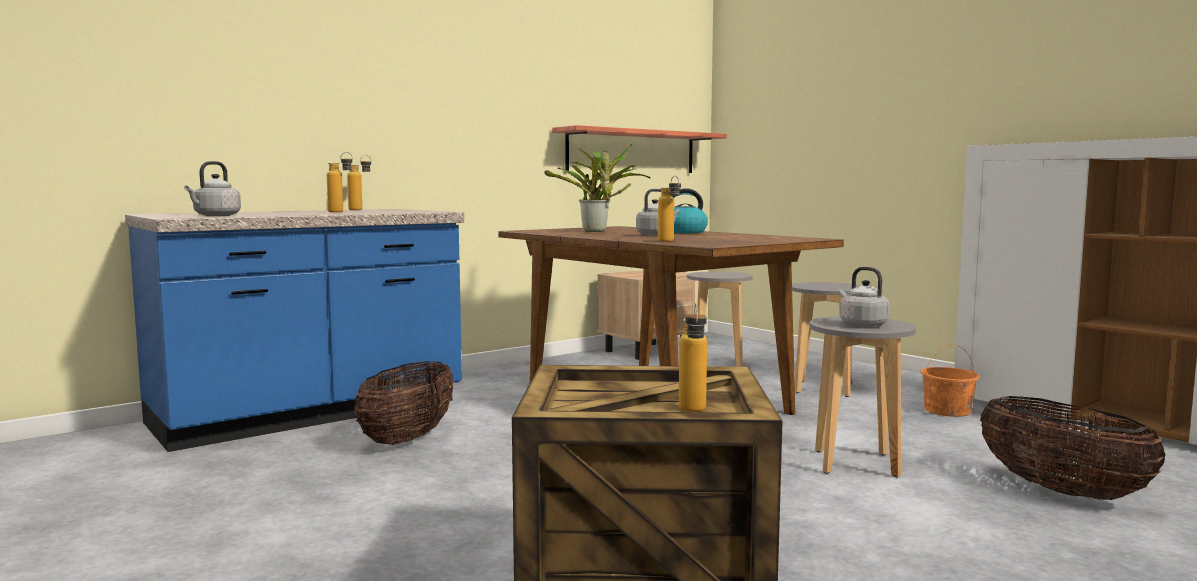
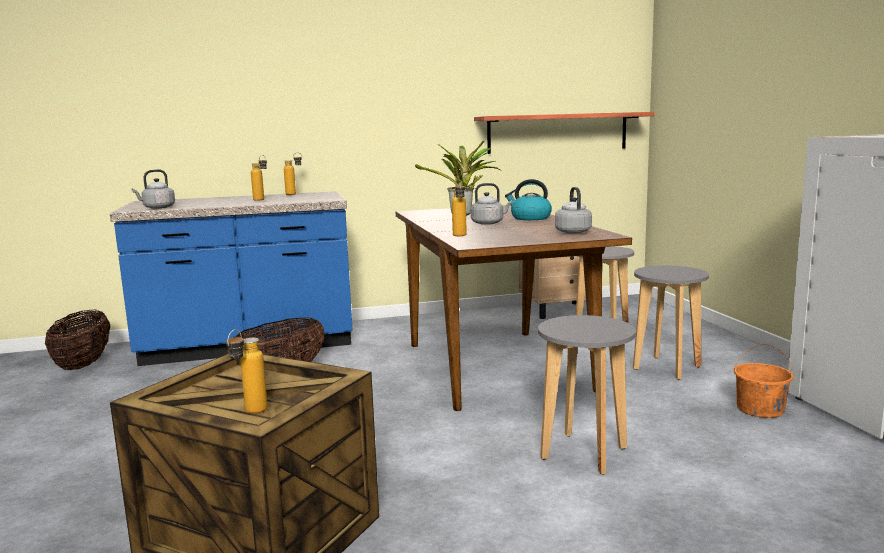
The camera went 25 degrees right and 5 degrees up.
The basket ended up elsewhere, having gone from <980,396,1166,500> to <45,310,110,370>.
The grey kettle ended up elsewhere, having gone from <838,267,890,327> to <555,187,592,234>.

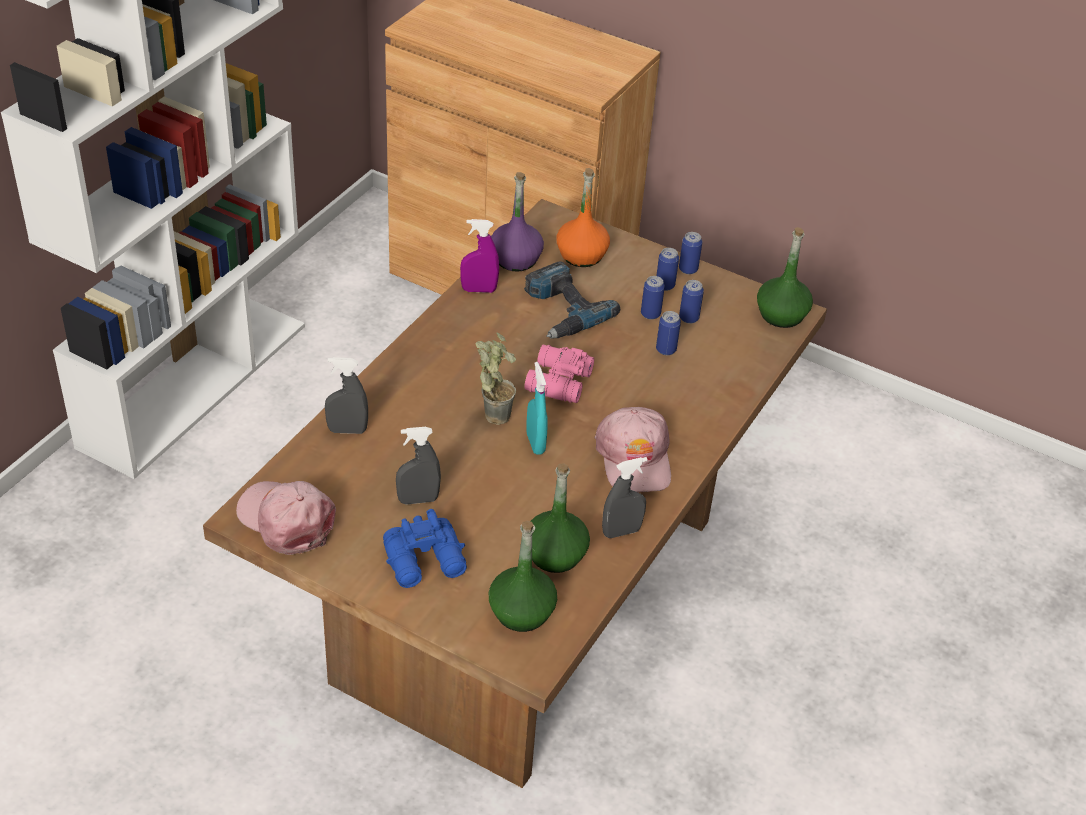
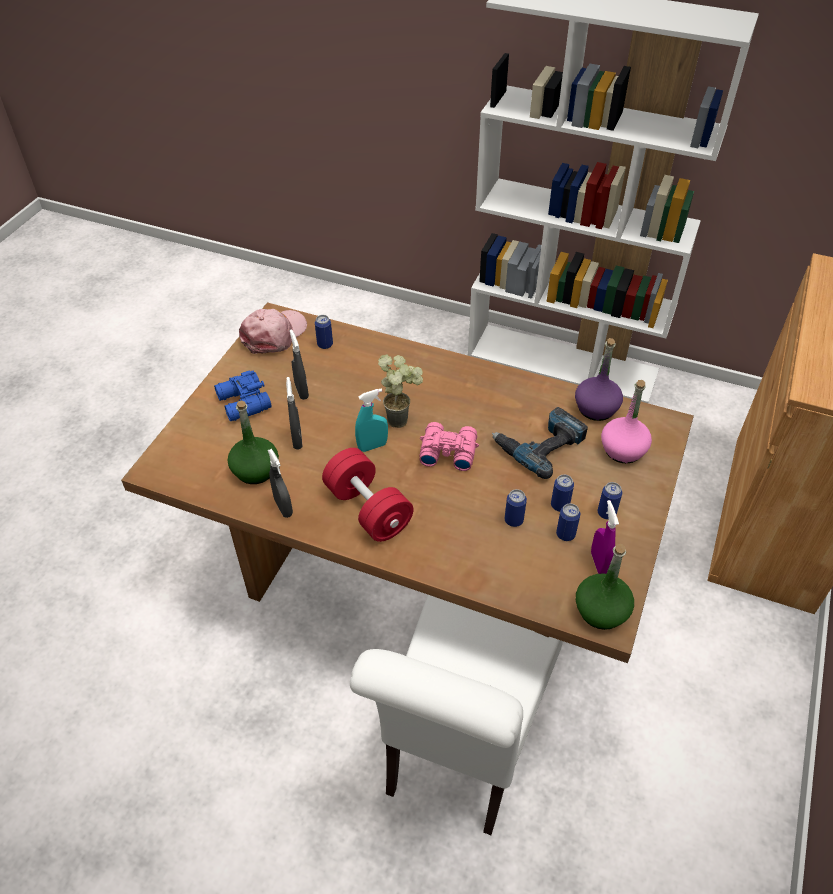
The camera went 85 degrees right and 5 degrees up.
The grey spray bottle ended up elsewhere, having gone from <325,357,368,434> to <286,377,303,450>.
The can ended up elsewhere, having gone from <679,232,702,274> to <315,315,333,349>.
Where the pink cap stood at <594,407,671,492>, the red dumbbell came to stand at <322,448,413,542>.
The second view gained the white chair at <350,595,563,835>.
The purple spray bottle ended up elsewhere, having gone from <460,219,499,293> to <591,500,619,574>.
What was the orange bottle at <556,168,610,267> turned into the pink bottle at <601,380,652,463>.
The second view lost the green bottle at <489,521,557,632>.

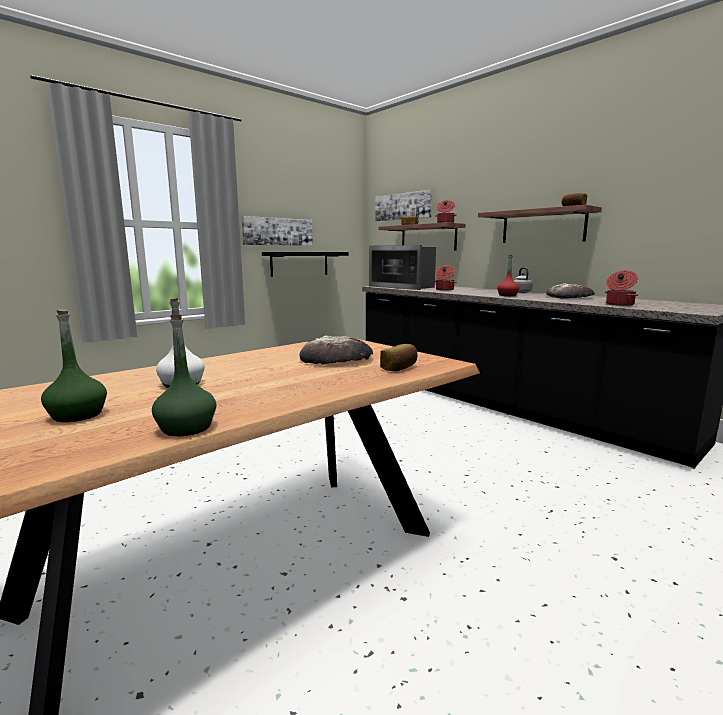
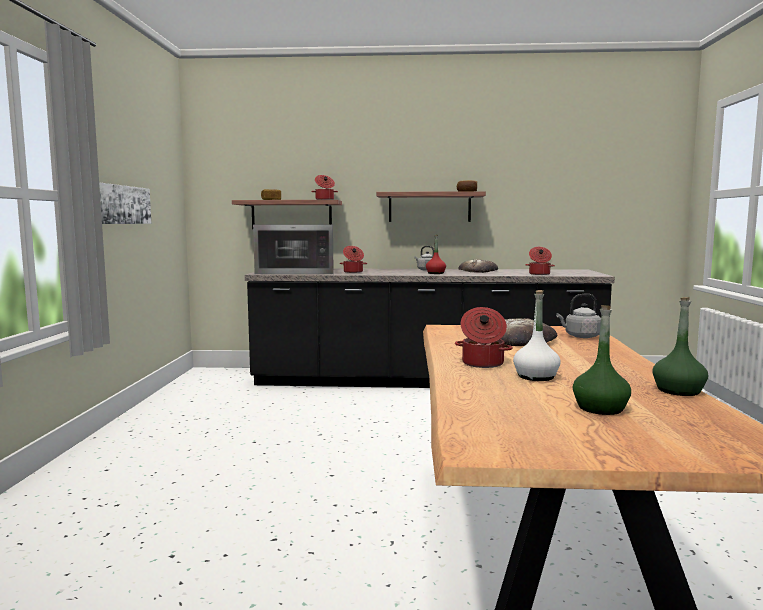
The camera went 45 degrees left and 5 degrees down.
The second view gained the cooking pot at <455,307,513,368>.
Where the bread stood at <380,344,418,371>, the grey kettle came to stand at <556,294,601,338>.
The second view lost the black shelf at <262,252,348,277>.
The second view lost the picture at <375,190,432,221>.

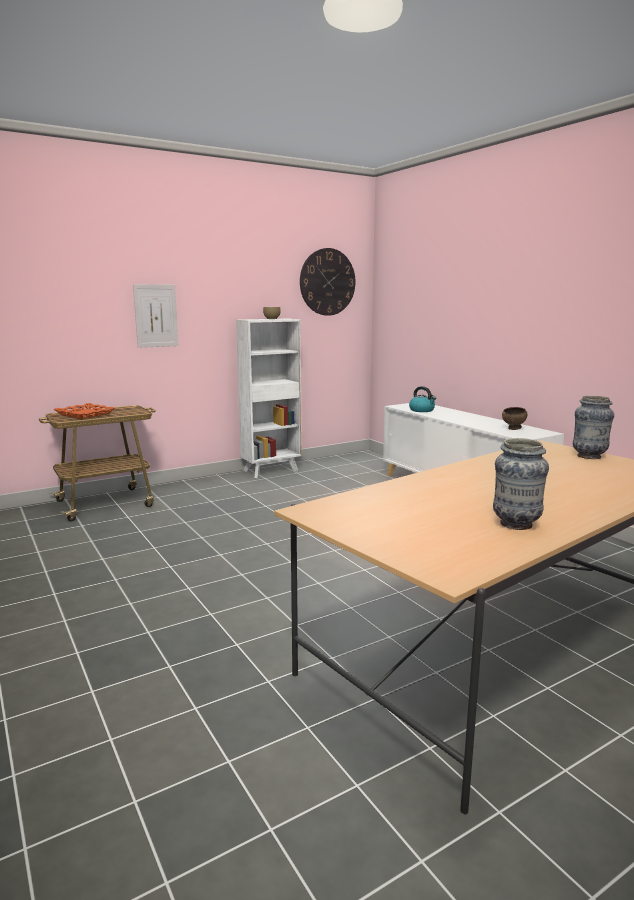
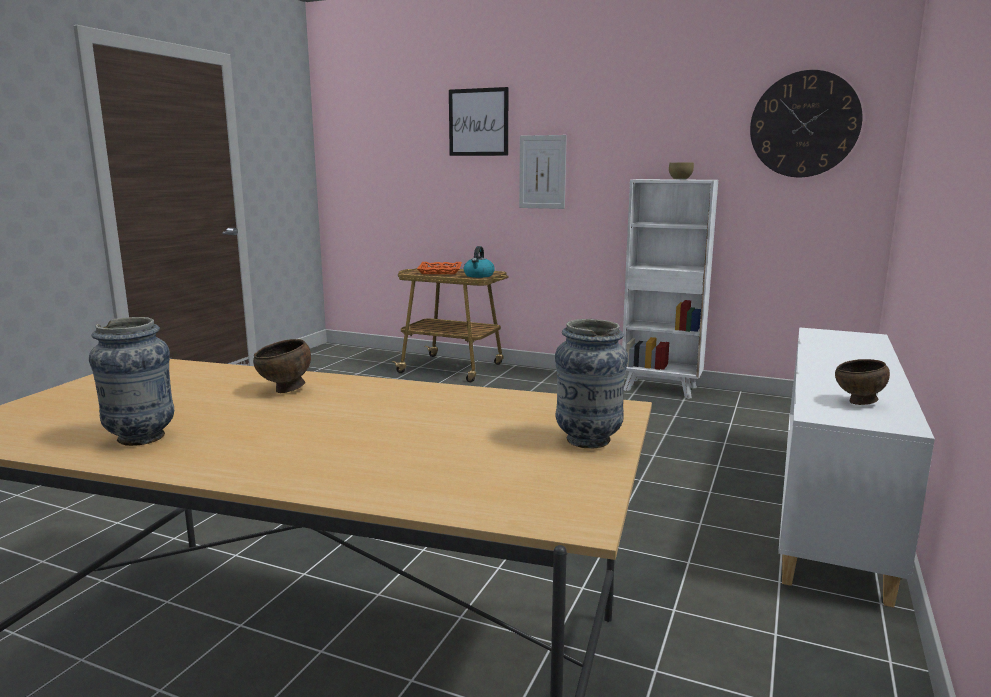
The camera went 55 degrees right and 0 degrees up.
The second view gained the brown bowl at <253,339,311,393>.
The second view gained the picture at <449,87,509,156>.
The kettle ended up elsewhere, having gone from <409,386,436,412> to <464,246,495,278>.

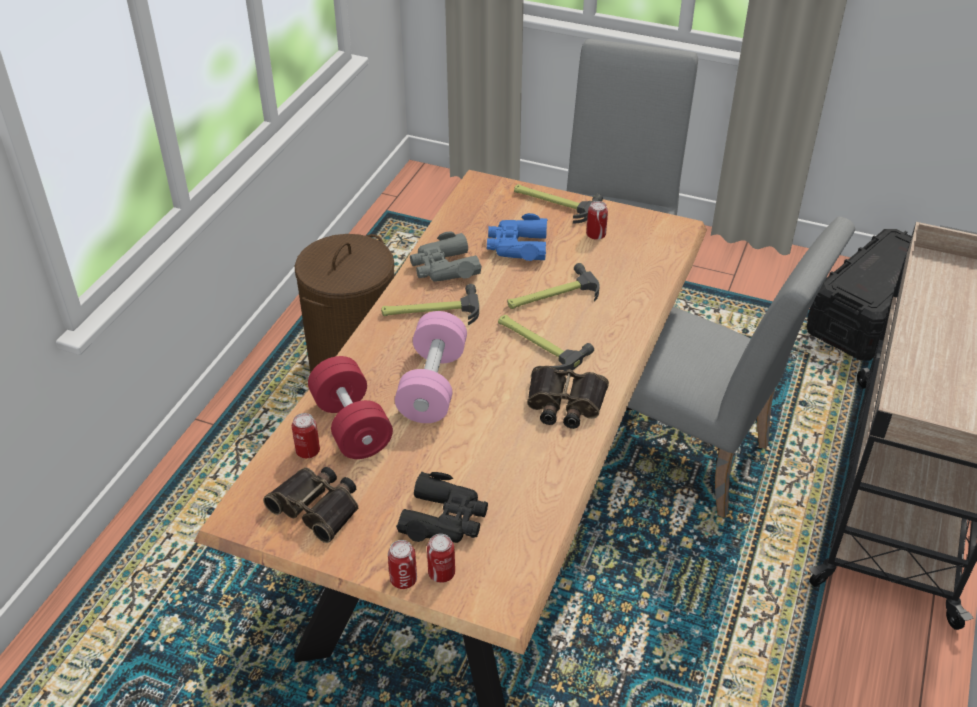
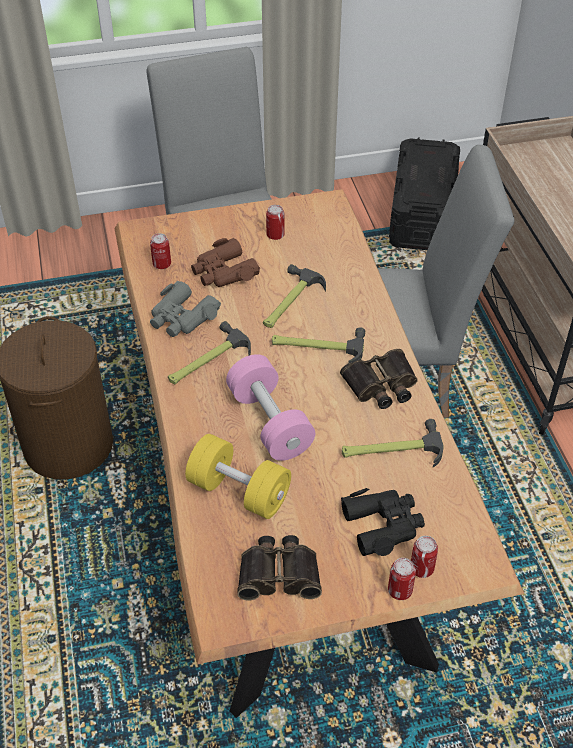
The camera went 35 degrees left and 5 degrees up.
The can ended up elsewhere, having gone from <292,413,320,458> to <150,233,171,269>.
What was the red dumbbell at <308,356,393,459> turned into the yellow dumbbell at <185,434,291,519>.
What was the blue binoculars at <487,213,548,261> turned into the brown binoculars at <191,238,260,287>.
The hammer ended up elsewhere, having gone from <514,184,603,223> to <342,419,443,467>.

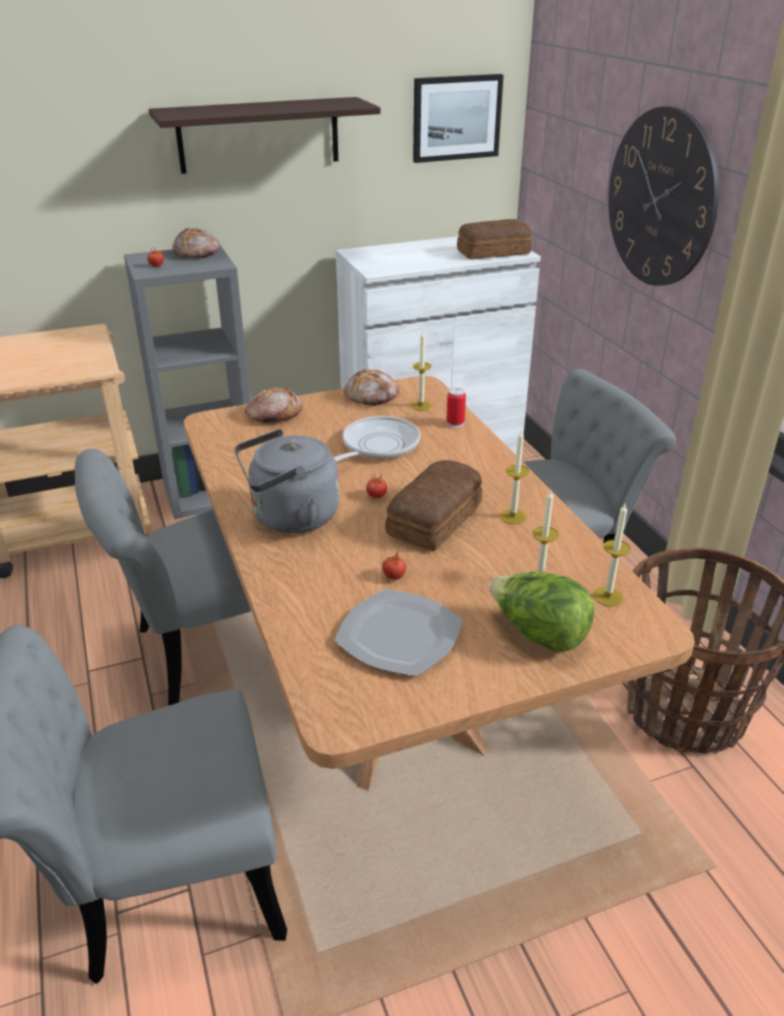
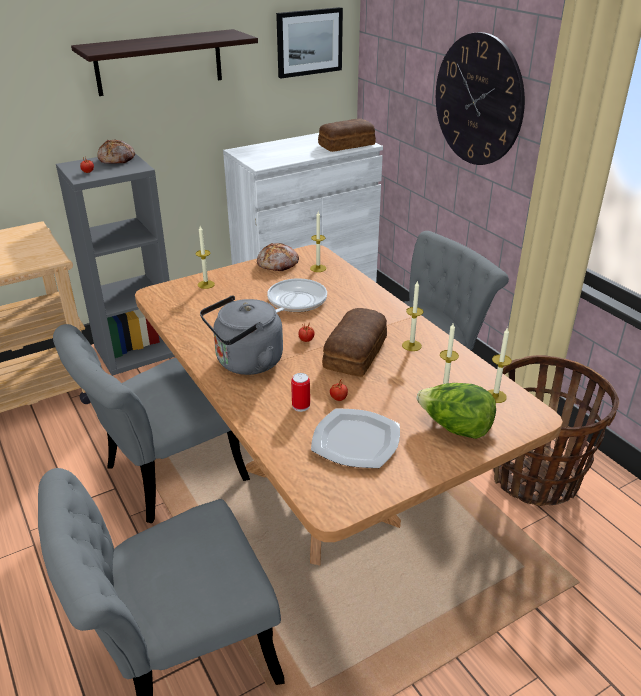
The camera went 10 degrees left and 0 degrees up.
Where the bread stood at <245,387,303,423>, the candle came to stand at <196,226,215,289>.
The can ended up elsewhere, having gone from <446,388,466,428> to <291,373,310,412>.

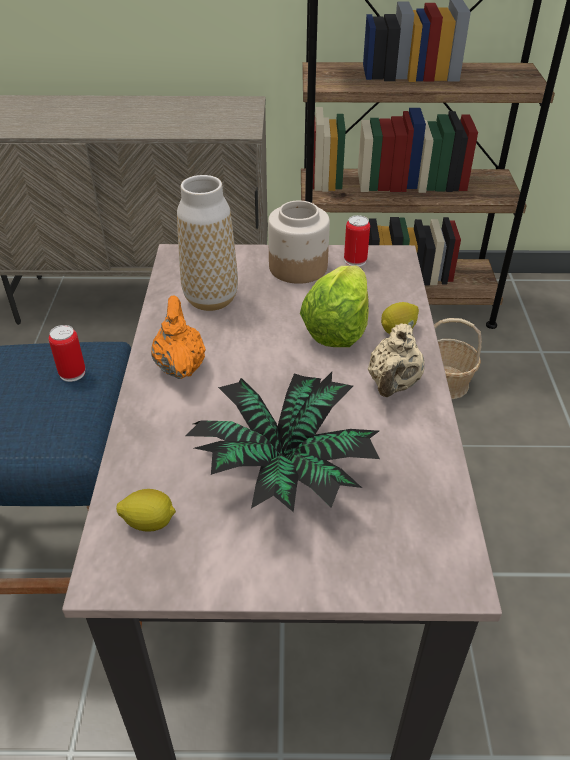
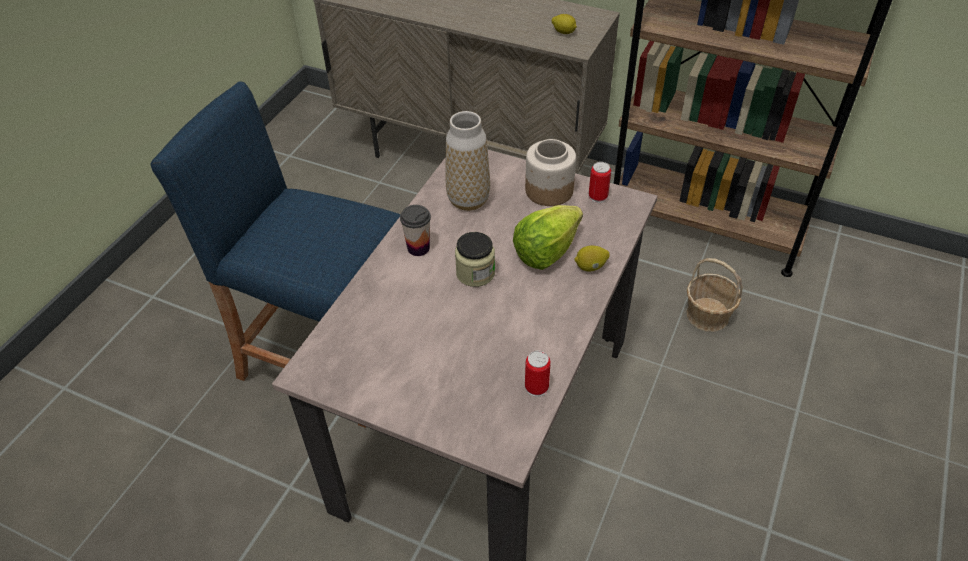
The camera went 25 degrees right and 5 degrees up.
Where the orange teapot stood at <151,296,206,379>, the cup came to stand at <400,205,431,256>.
The second view gained the jar at <455,232,495,287>.
The can ended up elsewhere, having gone from <49,325,86,382> to <525,350,551,397>.
The lemon ended up elsewhere, having gone from <116,489,176,532> to <552,14,577,34>.
The second view lost the potted plant at <186,372,380,512>.
The second view lost the beige teapot at <368,323,424,397>.

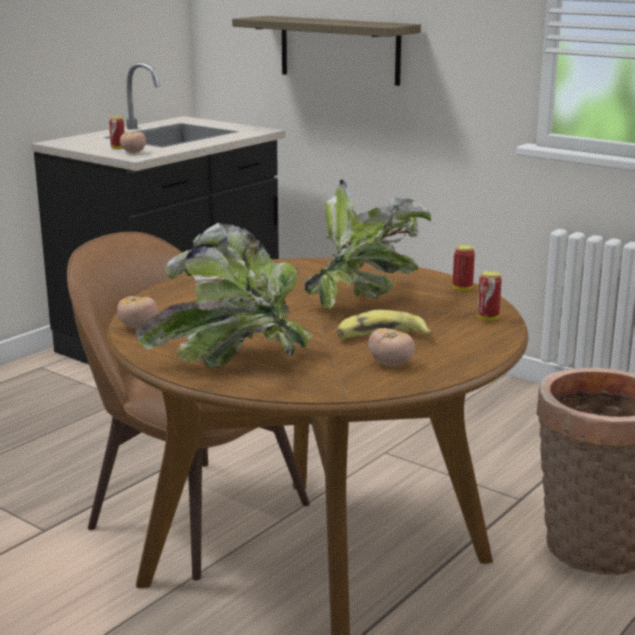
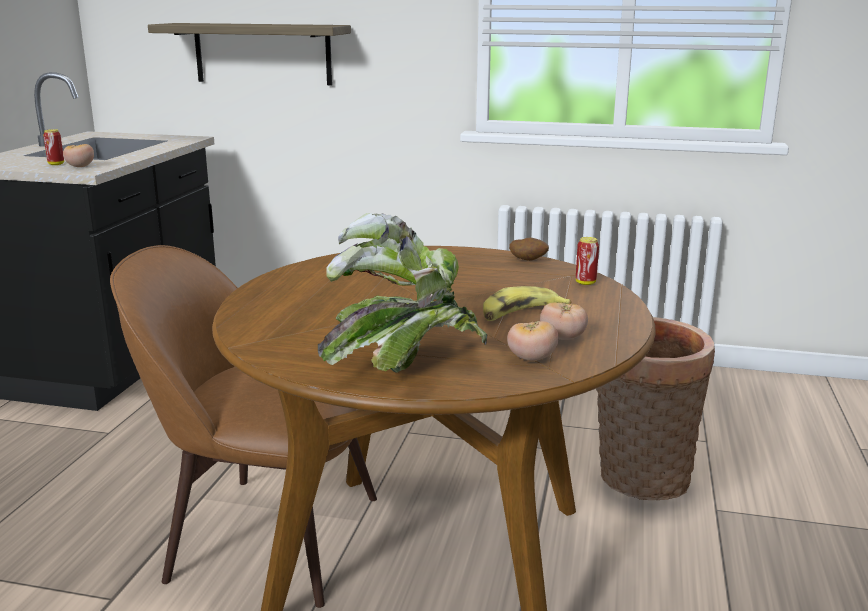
The camera went 25 degrees left and 0 degrees up.
The tomato ended up elsewhere, having gone from <117,296,158,329> to <507,321,559,361>.
Where the can stood at <453,245,475,291>, the potato came to stand at <509,237,549,261>.
The second view lost the potted plant at <305,178,431,309>.

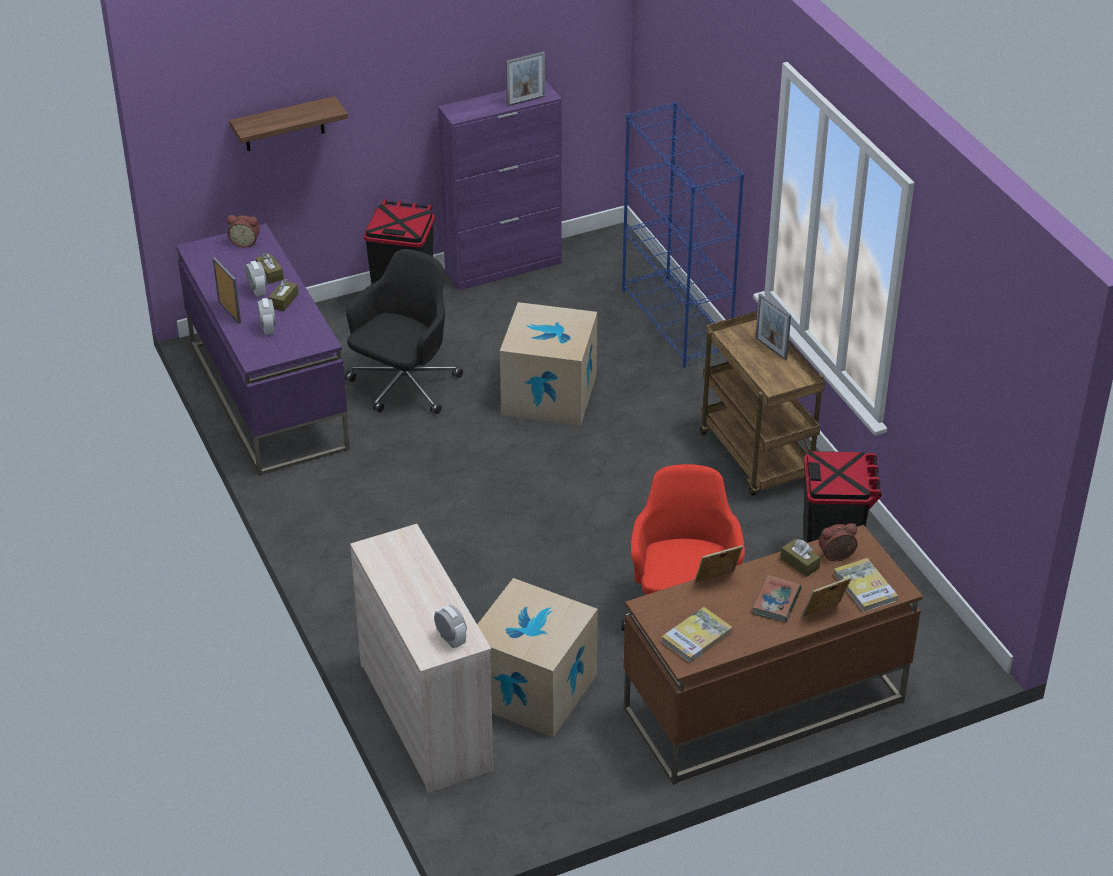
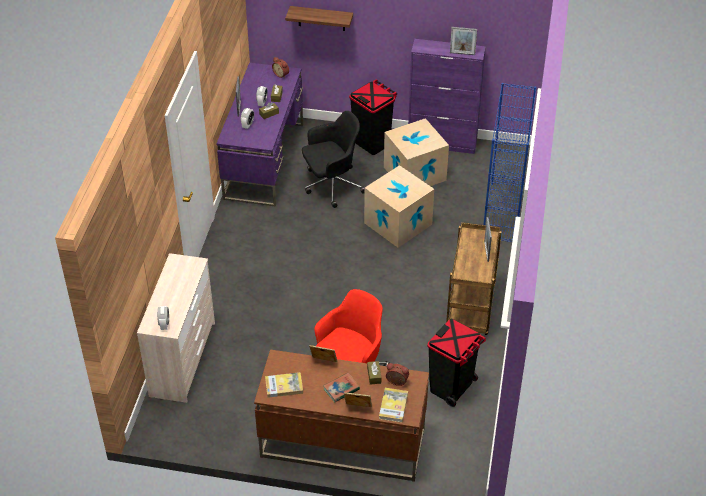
The camera went 35 degrees right and 5 degrees up.
The cardboard box ended up elsewhere, having gone from <477,578,598,737> to <384,118,449,186>.

